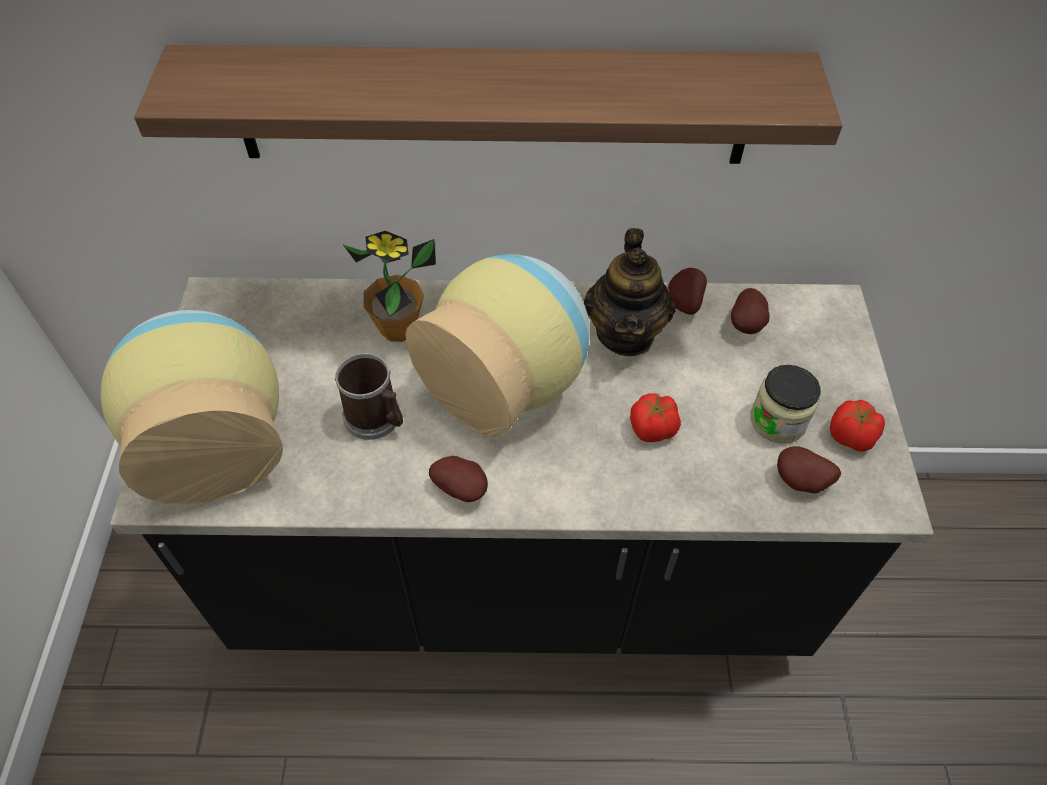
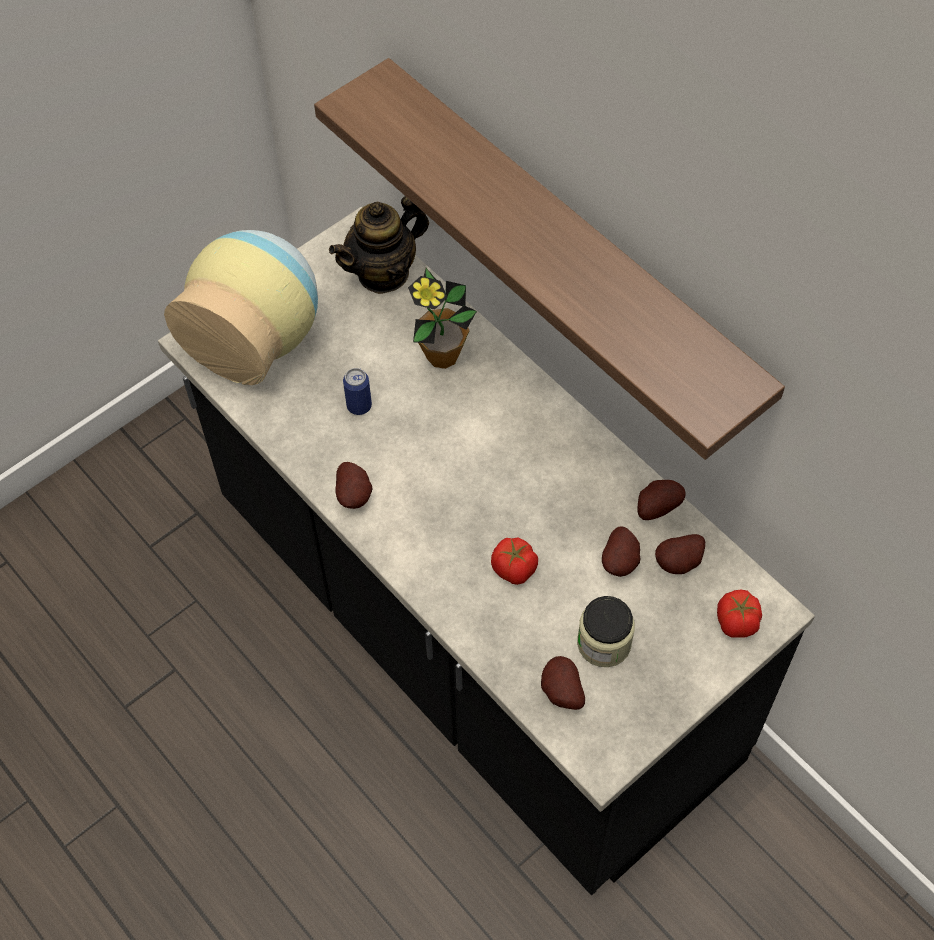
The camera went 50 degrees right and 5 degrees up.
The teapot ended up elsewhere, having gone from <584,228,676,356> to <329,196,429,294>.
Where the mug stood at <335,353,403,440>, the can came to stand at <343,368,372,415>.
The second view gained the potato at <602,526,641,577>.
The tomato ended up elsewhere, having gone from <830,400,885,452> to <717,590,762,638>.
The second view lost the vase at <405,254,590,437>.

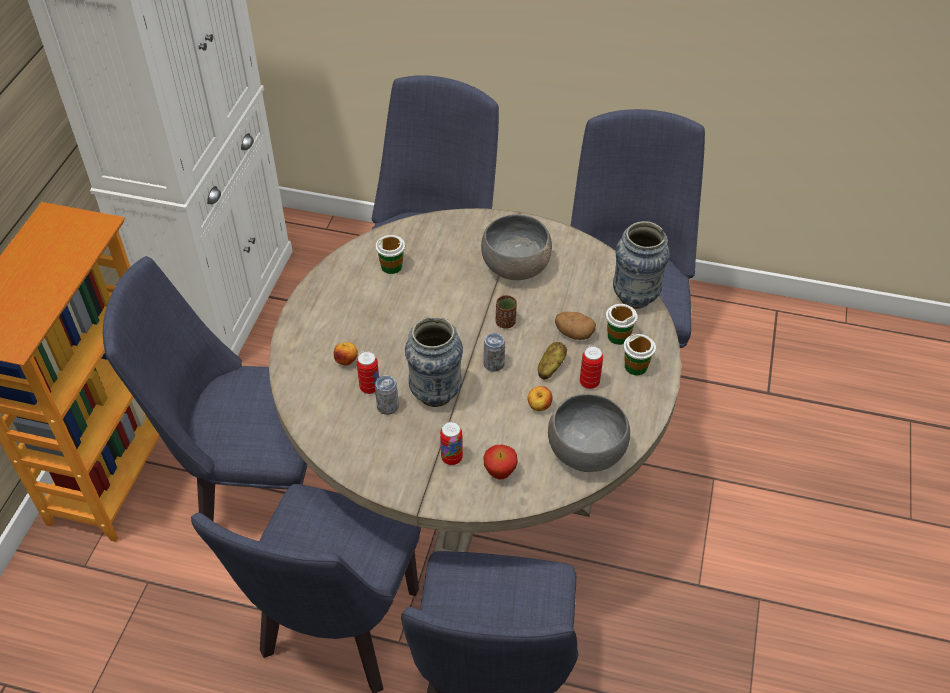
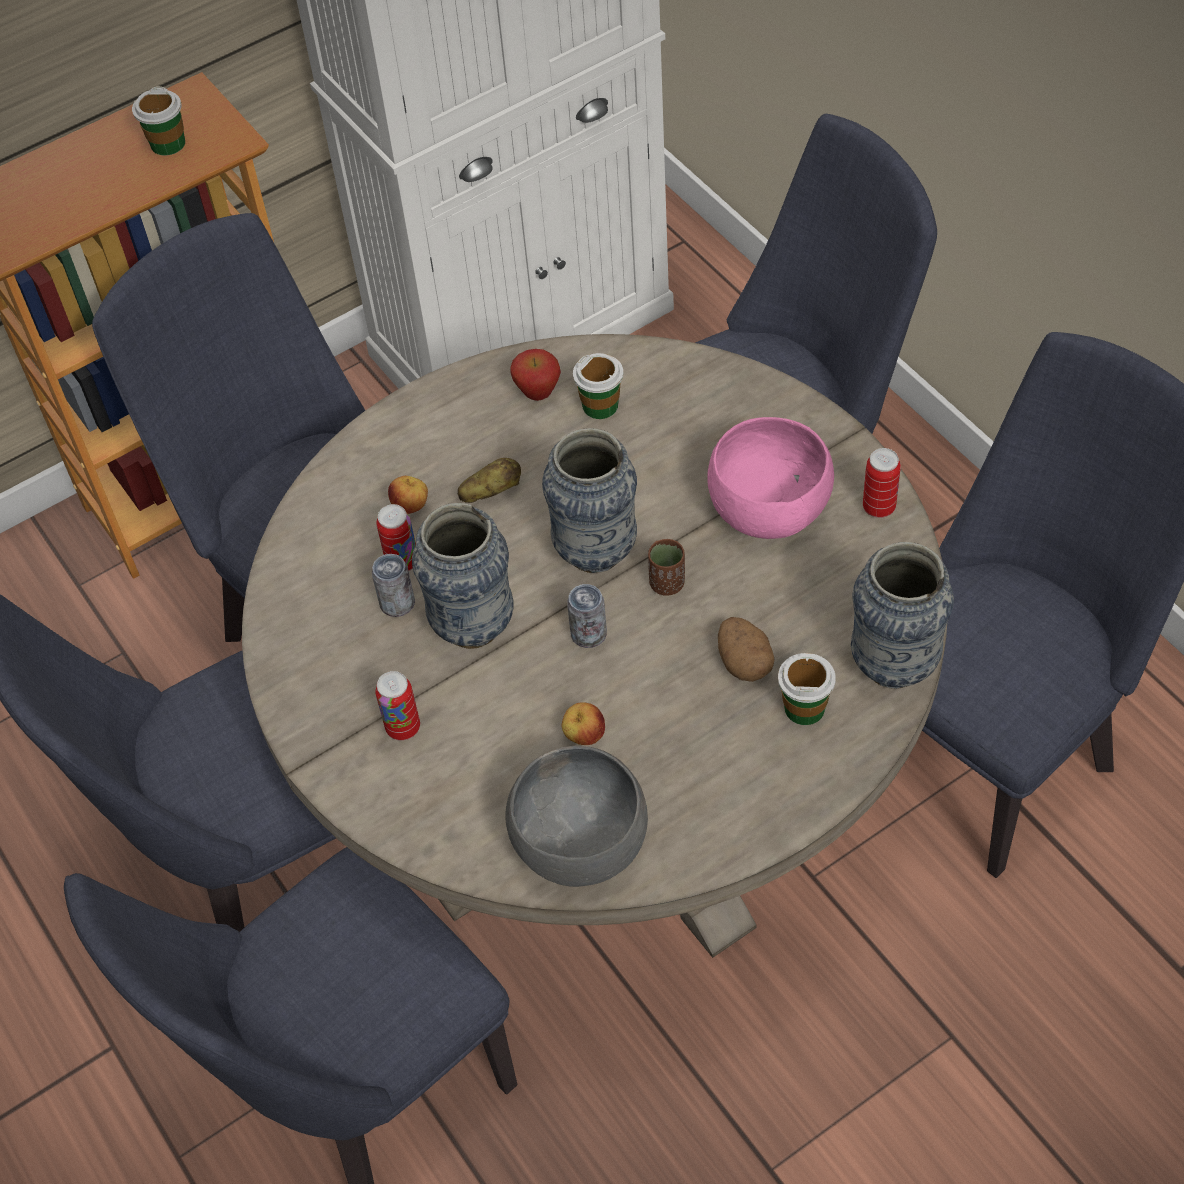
The camera went 45 degrees right and 5 degrees up.
The cup ended up elsewhere, having gone from <623,334,656,375> to <132,86,185,156>.
The potato ended up elsewhere, having gone from <538,342,567,379> to <458,458,521,503>.
The apple ended up elsewhere, having gone from <484,445,518,479> to <510,349,561,401>.
The second view gained the vase at <542,428,637,573>.
What was the grey bowl at <481,214,552,280> turned into the pink bowl at <707,417,834,539>.
The can ended up elsewhere, having gone from <580,346,603,389> to <863,448,901,518>.

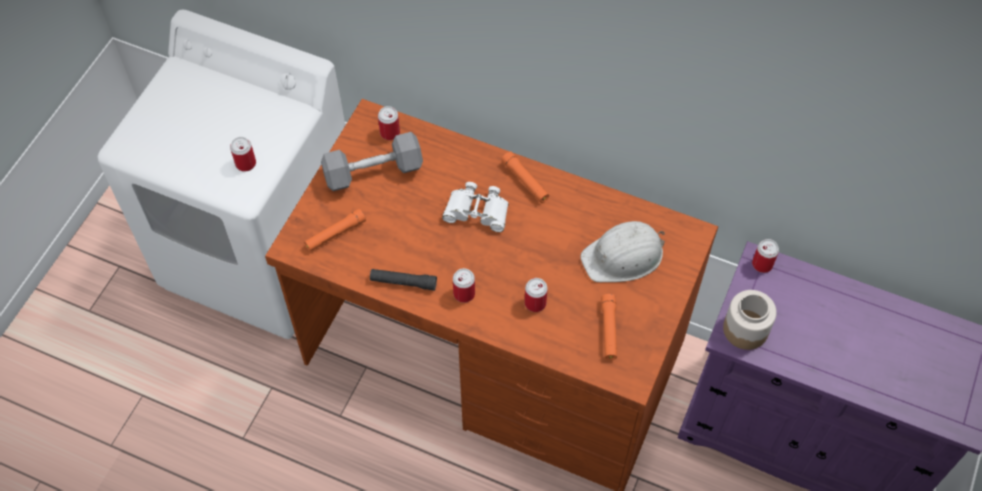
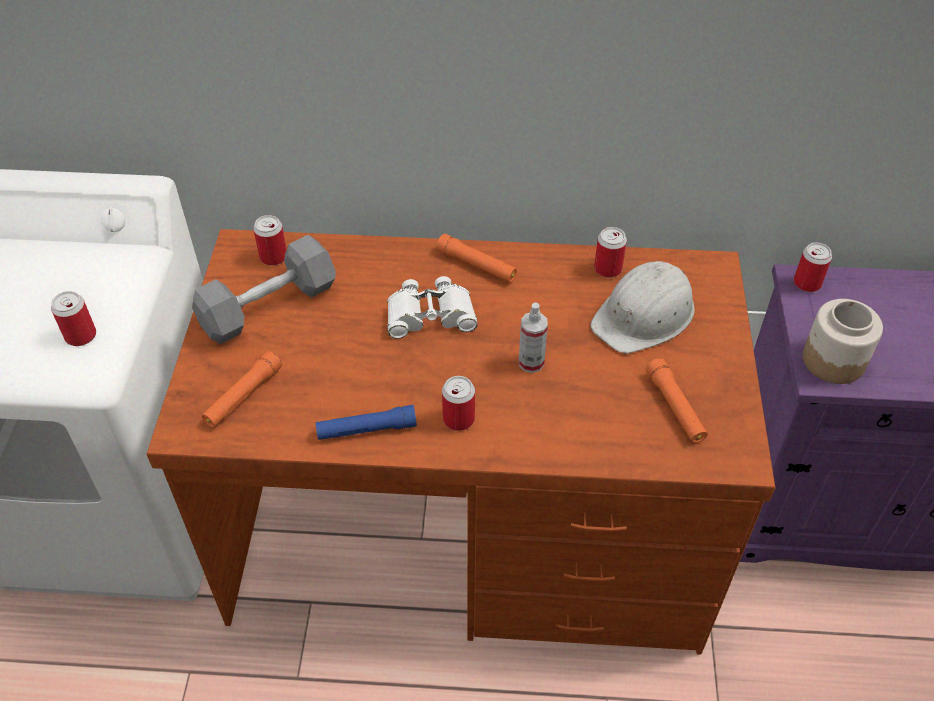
The camera went 20 degrees left and 10 degrees down.
What was the black flashlight at <370,269,437,291> turned into the blue flashlight at <316,405,417,440>.
The second view gained the spray bottle at <519,302,548,373>.
The can ended up elsewhere, having gone from <525,278,548,312> to <594,227,627,278>.

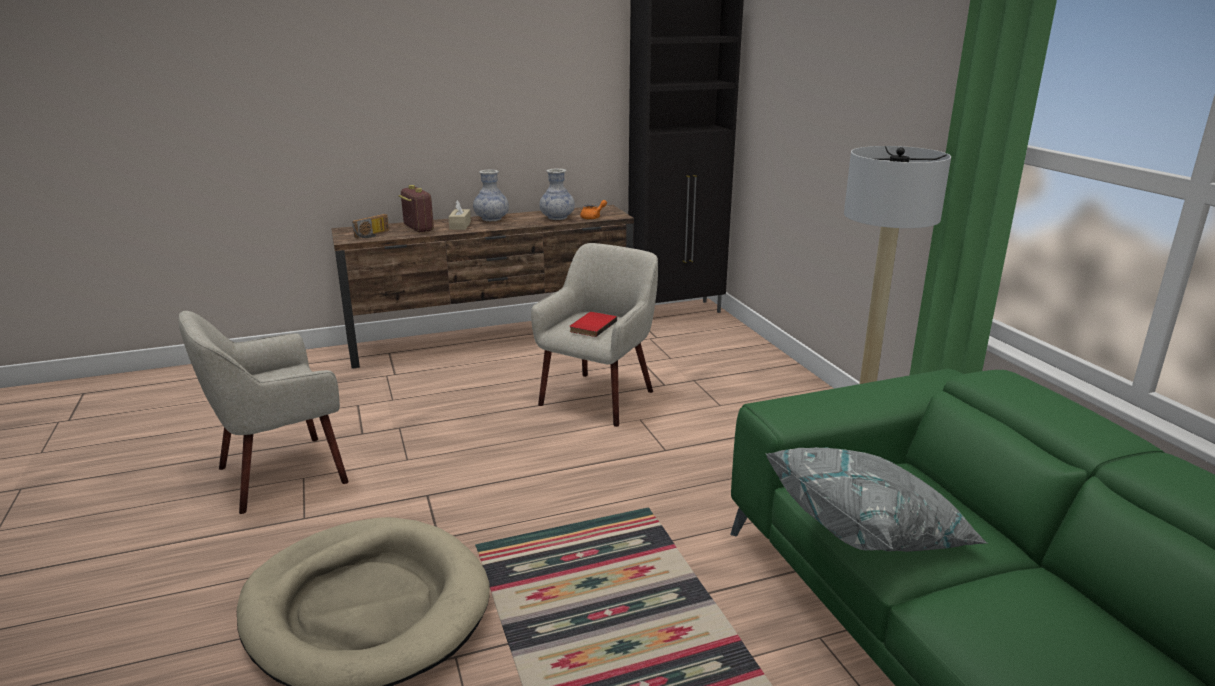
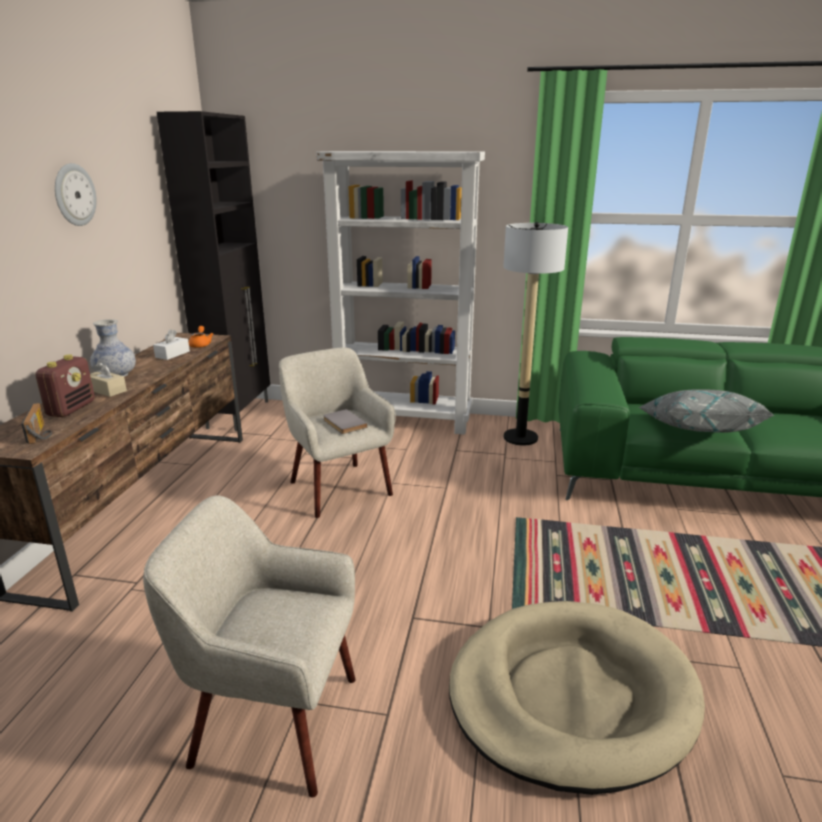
The camera went 60 degrees left and 0 degrees up.
The radio at <398,185,434,232> ended up facing another way, 105 degrees clockwise from before.
The second view gained the wall clock at <55,163,97,226>.
The beige armchair at <178,311,349,514> ended up facing another way, 105 degrees clockwise from before.
Where the vase stood at <539,168,575,220>, the white tissue box came to stand at <153,329,190,360>.
The second view gained the white bookcase at <316,151,485,435>.
What was the red book at <569,312,617,337> turned into the grey book at <323,409,368,434>.

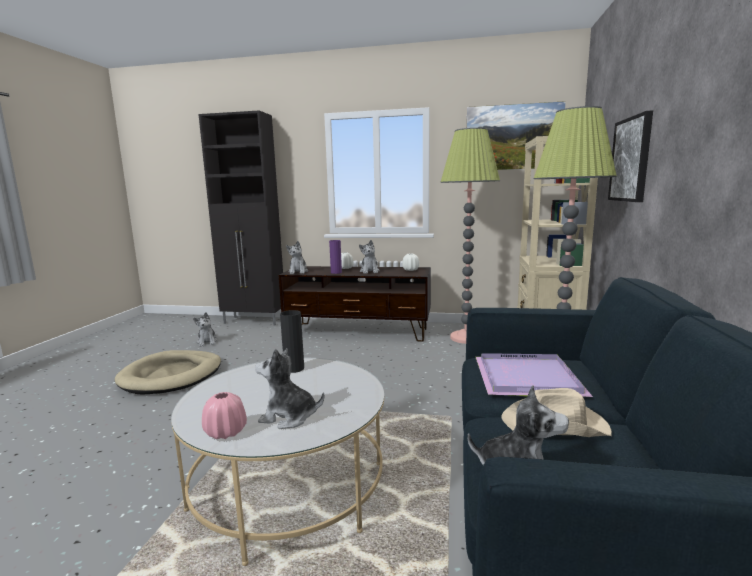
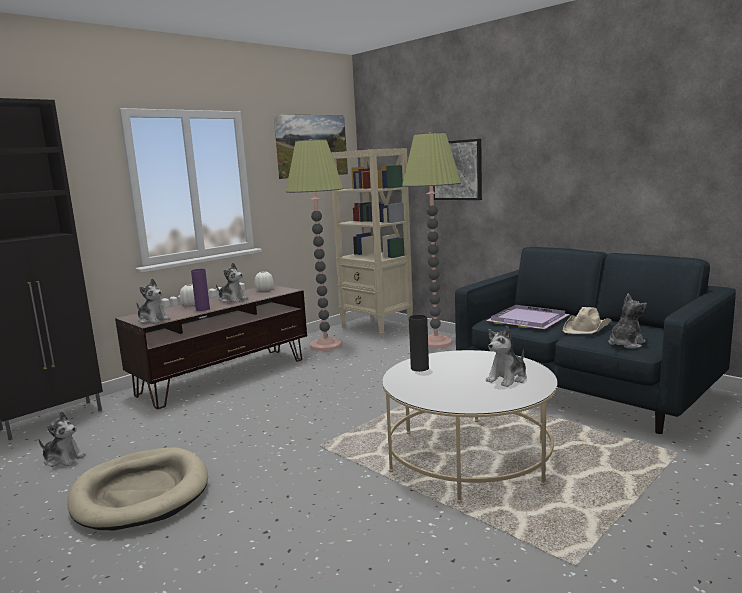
The camera went 55 degrees left and 0 degrees up.
The second view lost the pink vase at <202,392,247,439>.

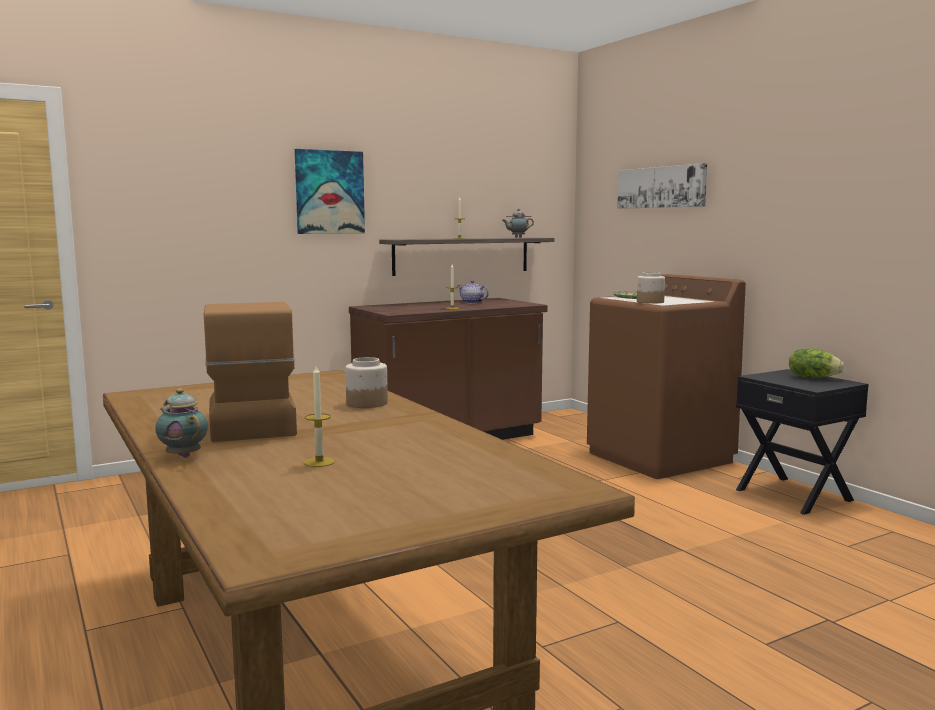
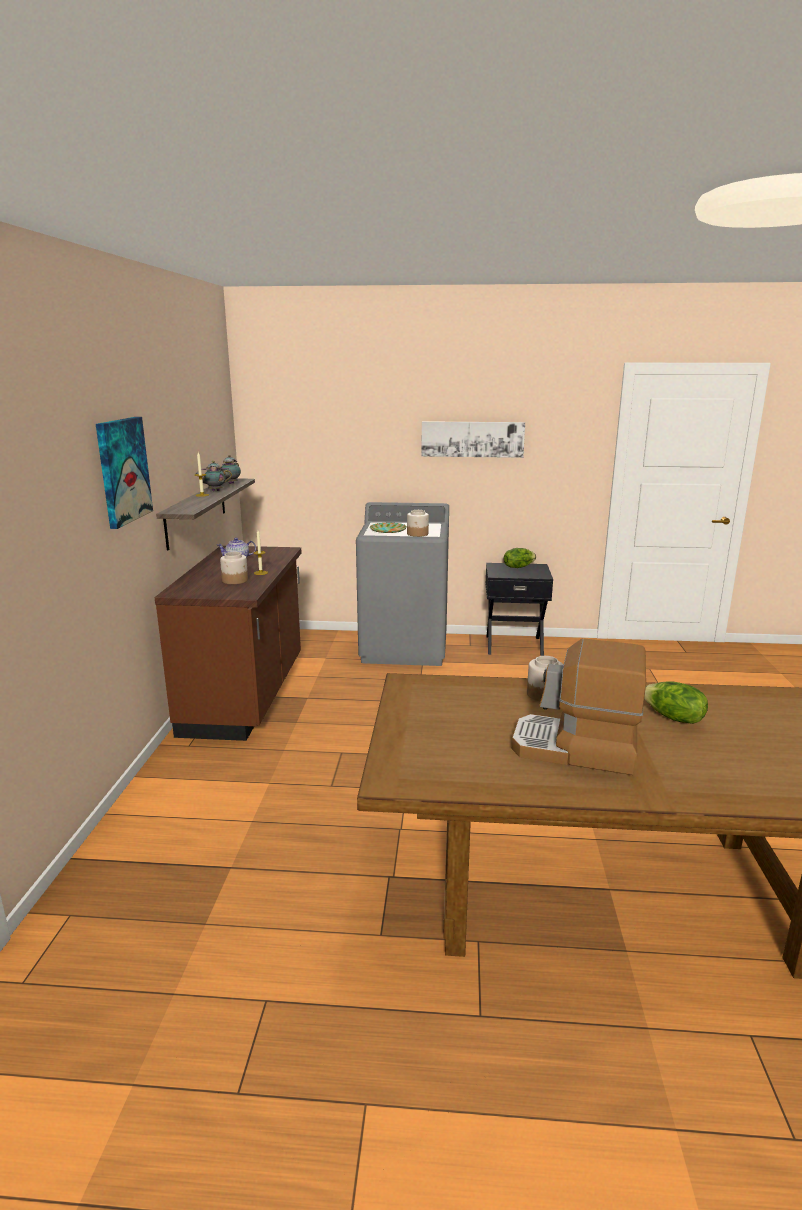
The camera went 55 degrees left and 10 degrees up.
The teapot ended up elsewhere, having gone from <155,388,208,458> to <195,461,232,491>.
The second view gained the jar at <220,552,248,584>.
What was the brown washing machine at <587,274,746,479> turned into the grey washing machine at <356,502,449,666>.
The picture ended up elsewhere, having gone from <617,163,707,209> to <421,421,525,458>.
The second view gained the lettuce at <644,681,708,724>.
The second view lost the candle at <304,366,335,467>.

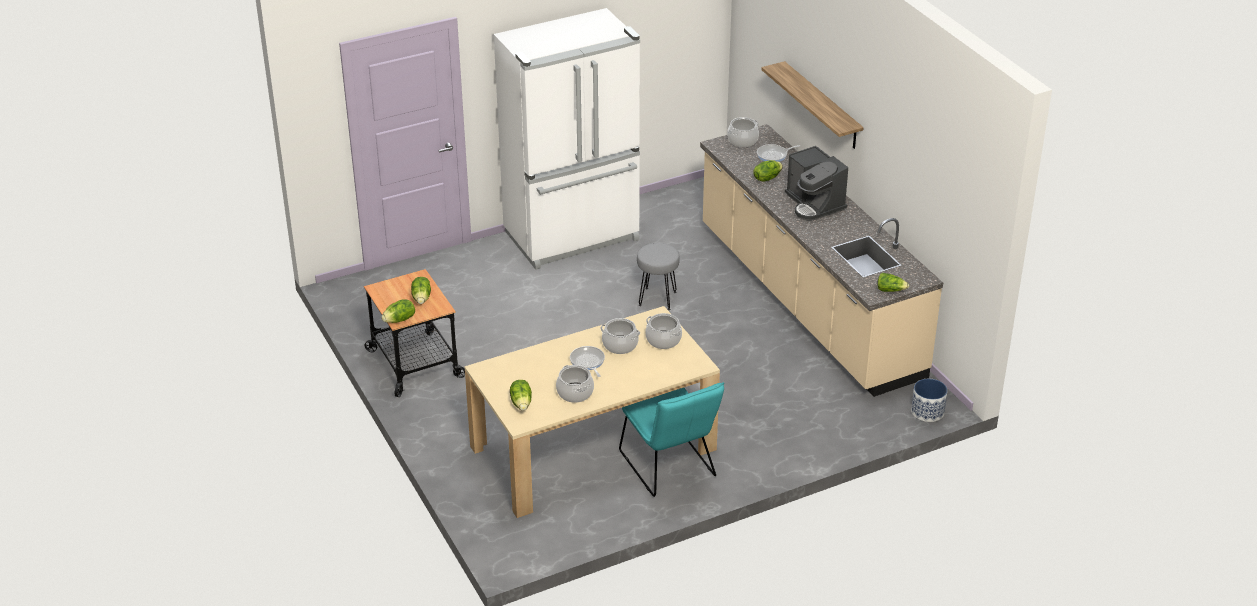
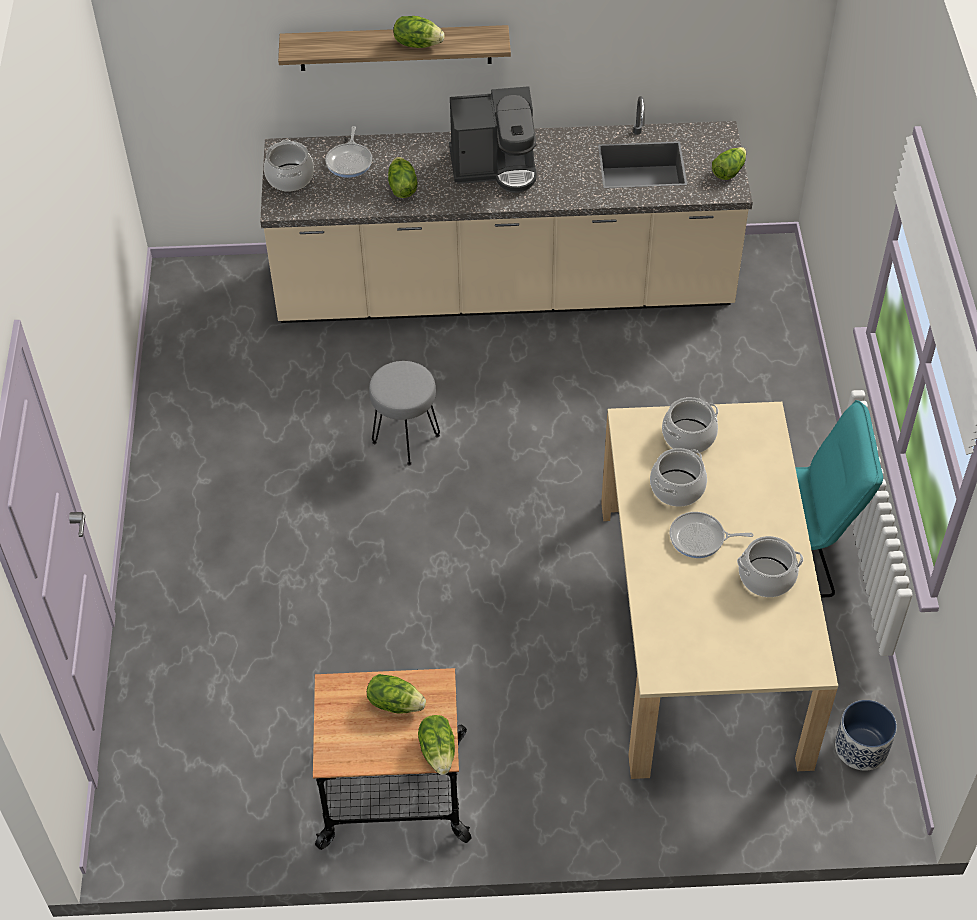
The camera went 65 degrees left and 15 degrees up.
The lettuce ended up elsewhere, having gone from <510,380,532,411> to <393,16,444,48>.
The planter ended up elsewhere, having gone from <911,379,948,422> to <835,700,897,771>.
The second view lost the white fridge at <494,8,640,270>.

